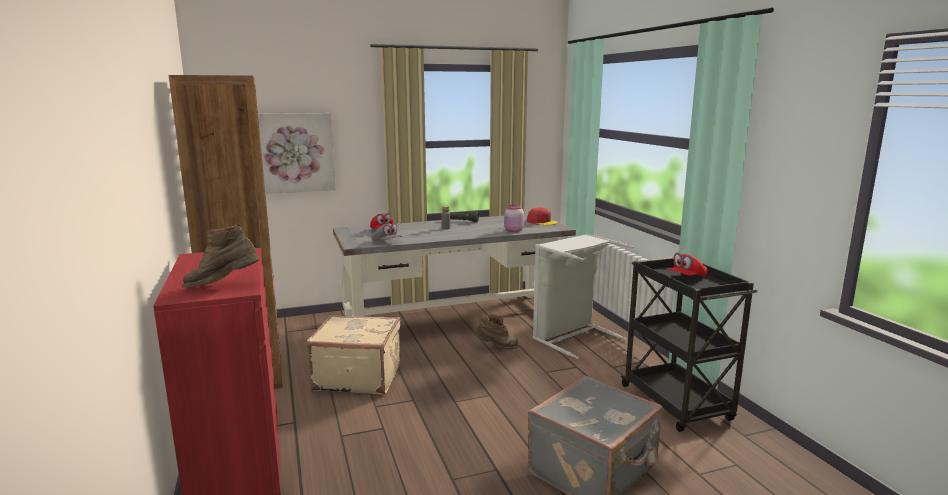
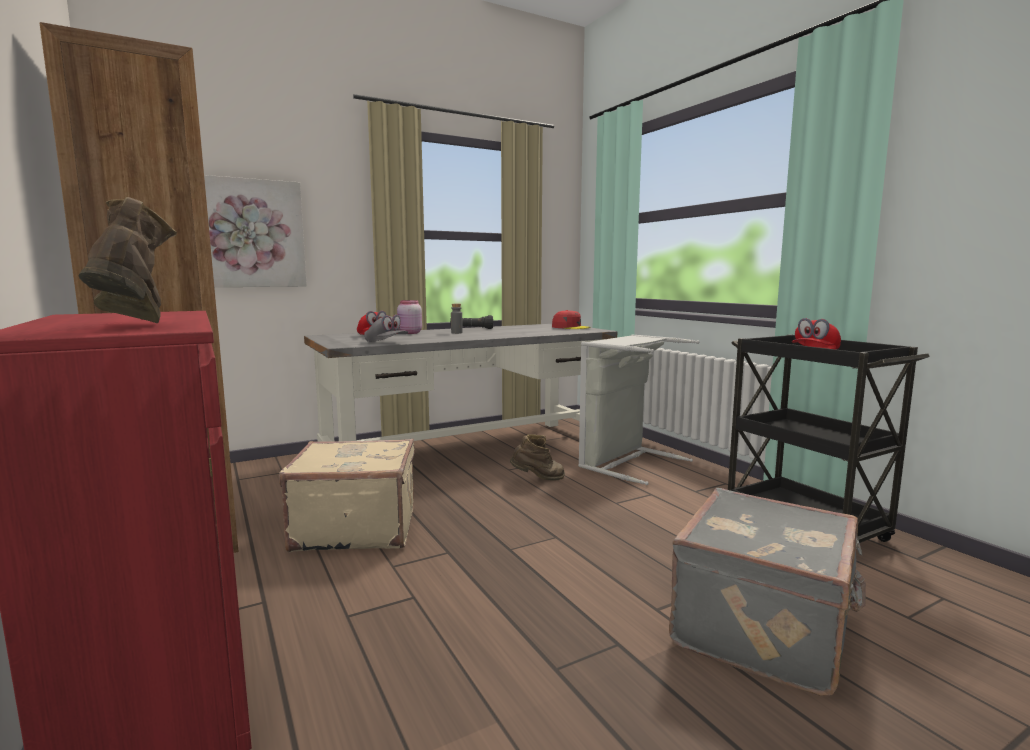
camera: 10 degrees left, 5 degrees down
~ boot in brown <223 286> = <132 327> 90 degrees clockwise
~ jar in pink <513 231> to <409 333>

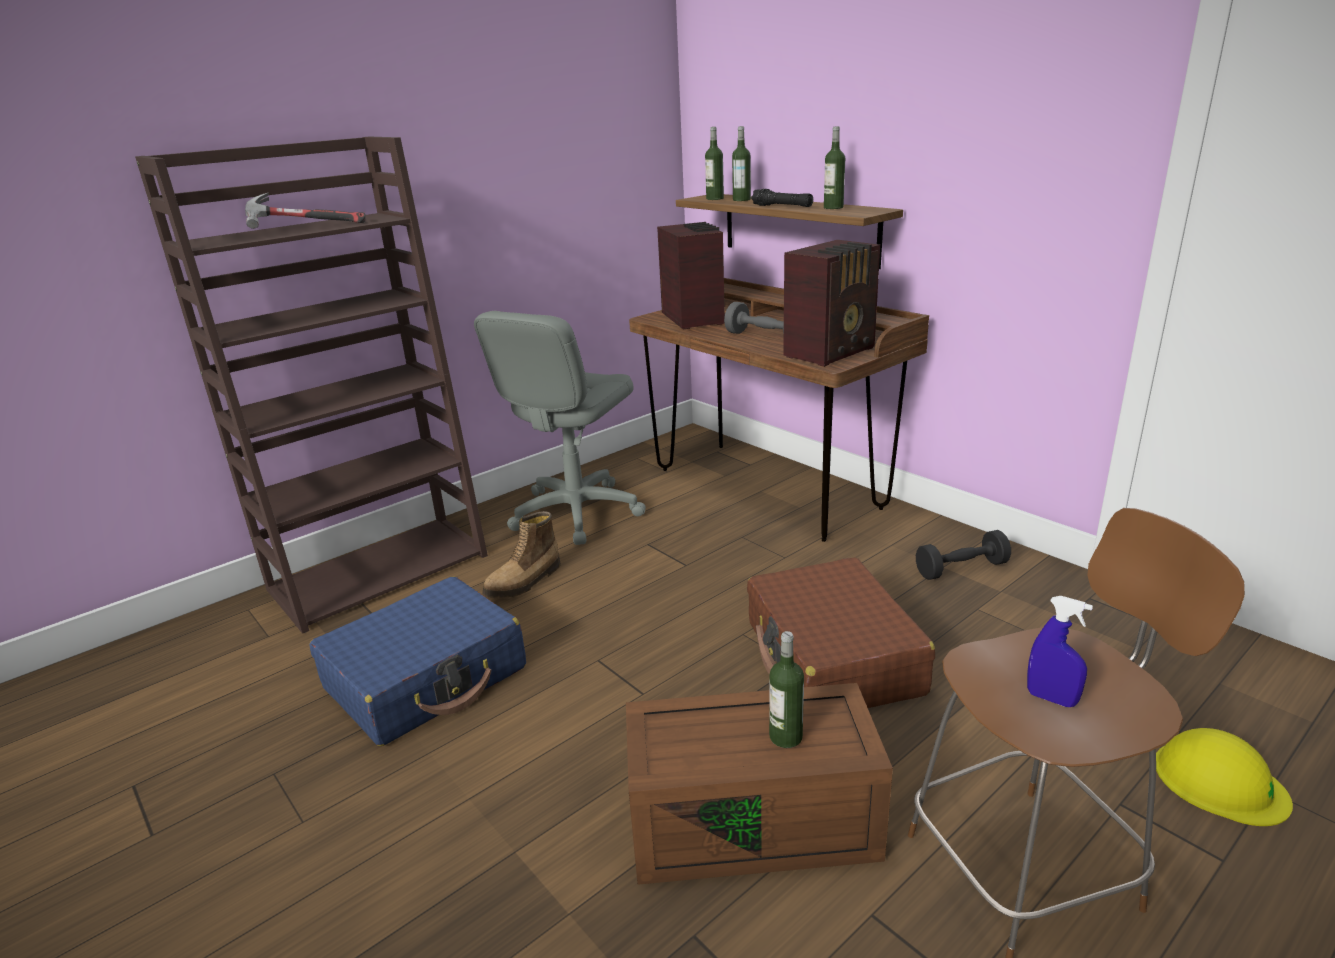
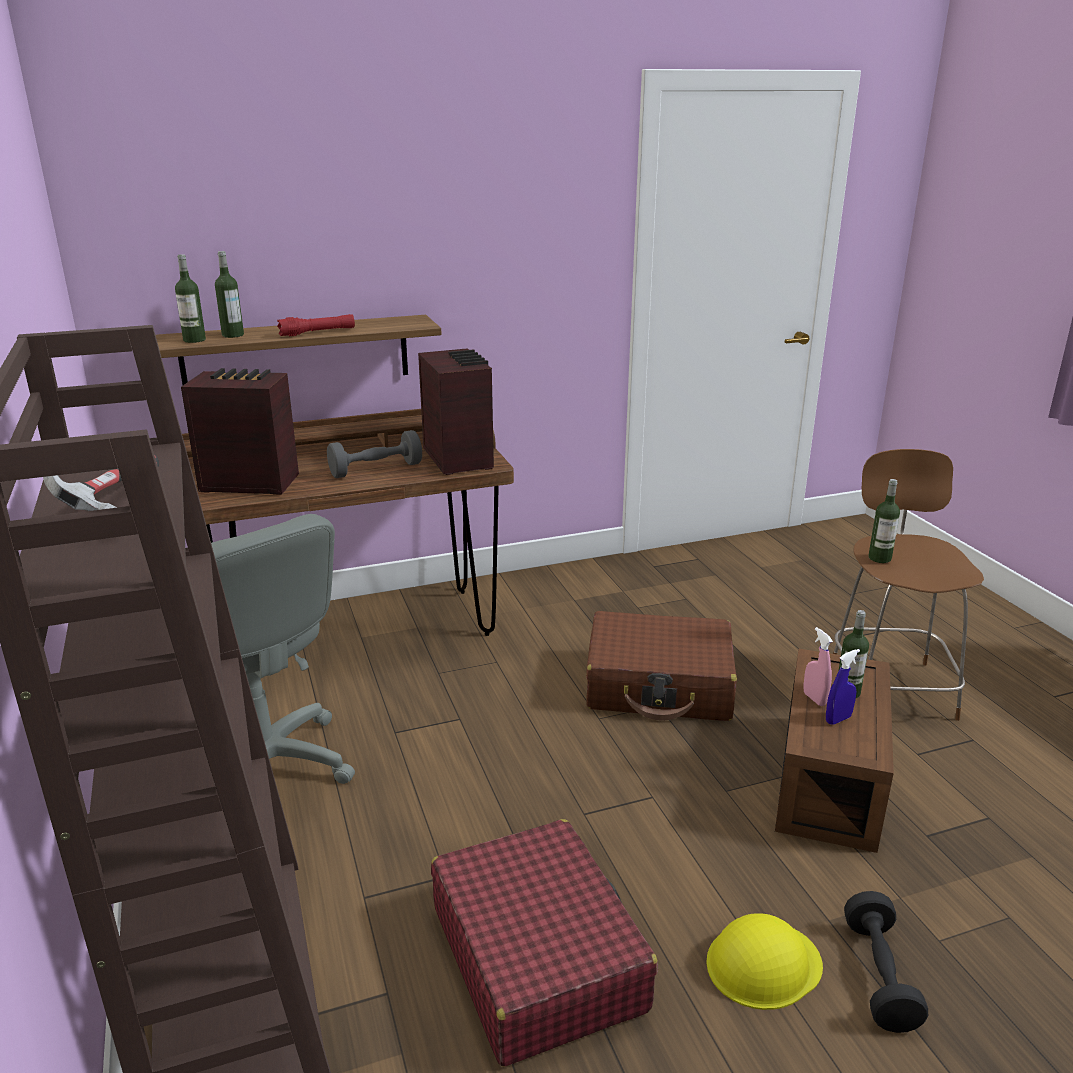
camera: 70 degrees left, 0 degrees up
~ flashlight in black <782 206> to flashlight in red <317 333>
~ suitcase in blue <427 678> to suitcase in red <537 957>
~ hard hat in yellow <1219 781> to <763 964>
+ spray bottle in pink <814 699>
~ spray bottle in blue <1051 698> to <838 719>
~ dumbbell in black <961 569> to <879 976>
~ bottle <833 207> to <879 558>
- boot <524 582>

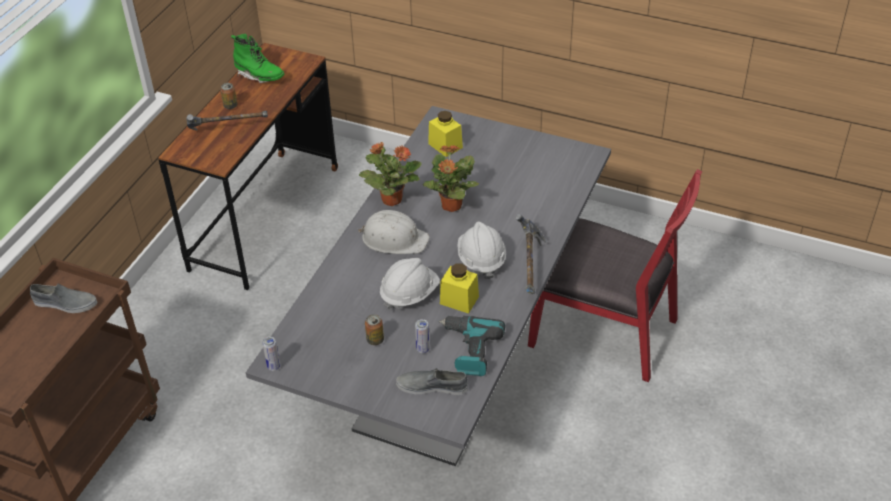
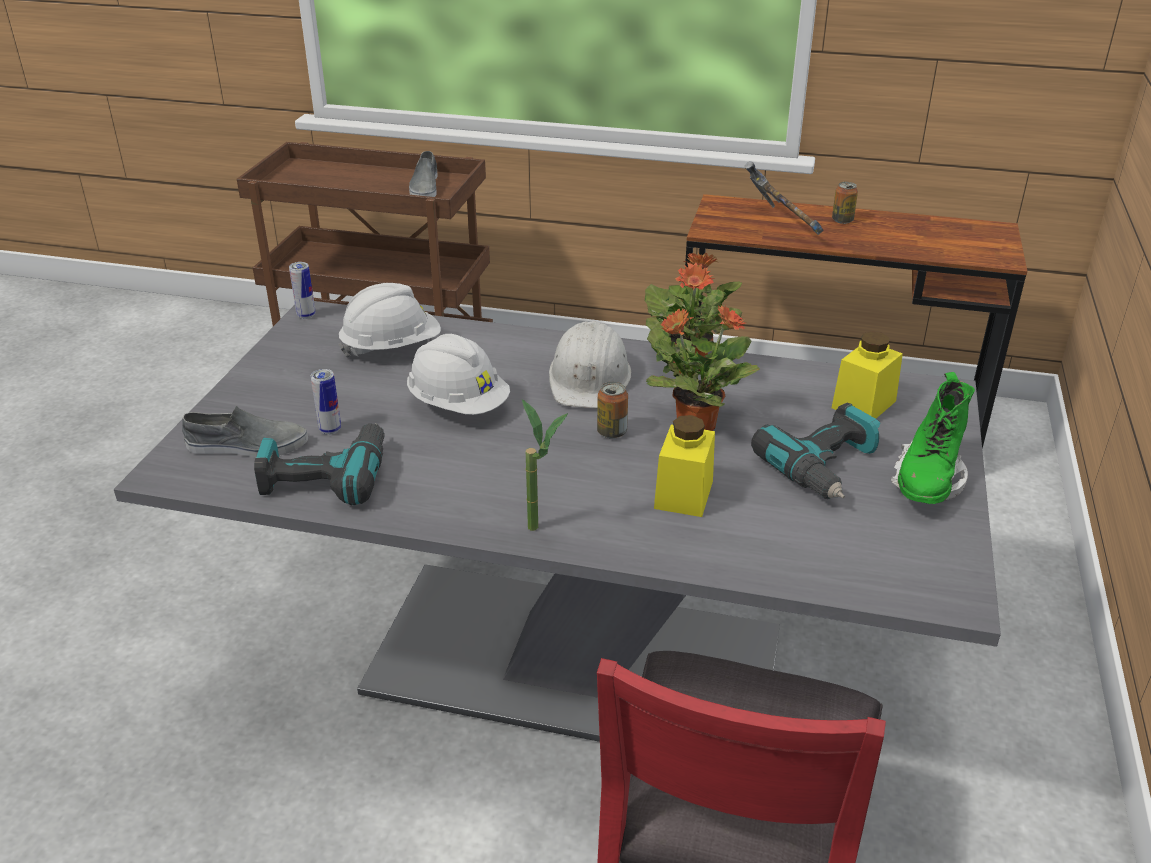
camera: 80 degrees right, 10 degrees down
~ shoe in grey <432 386> = <247 446> 90 degrees clockwise
~ hard hat in white <481 260> to <392 348>
~ hammer <529 268> to potted plant <543 530>
~ can <375 340> to <612 432>
~ jar in yellow <459 300> to <683 494>
+ power drill <825 467>
~ boot in green <259 76> to <927 482>

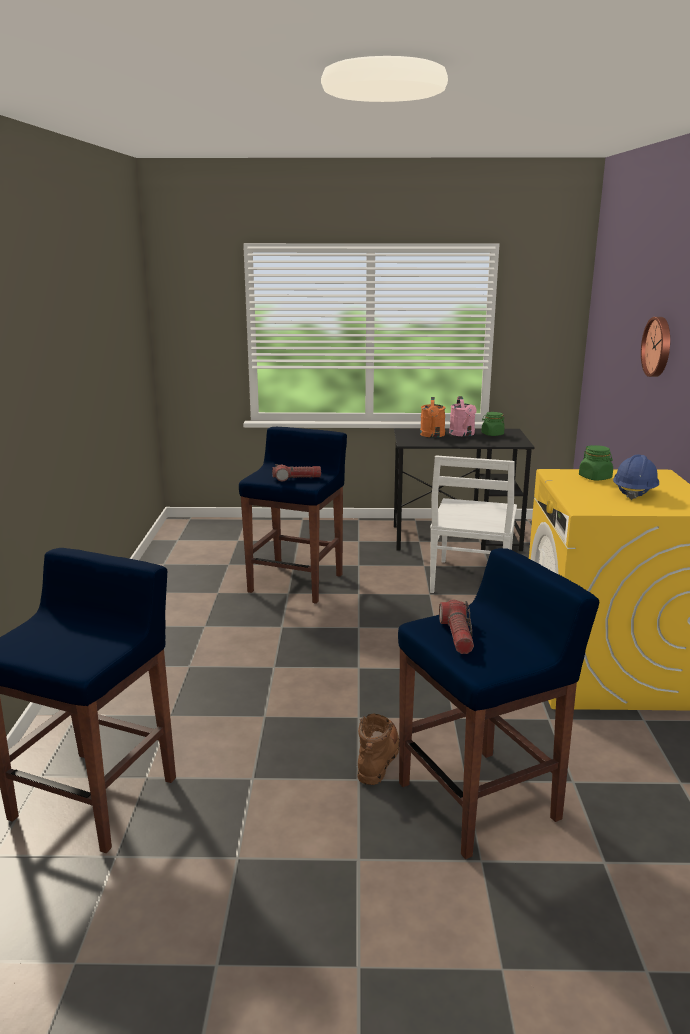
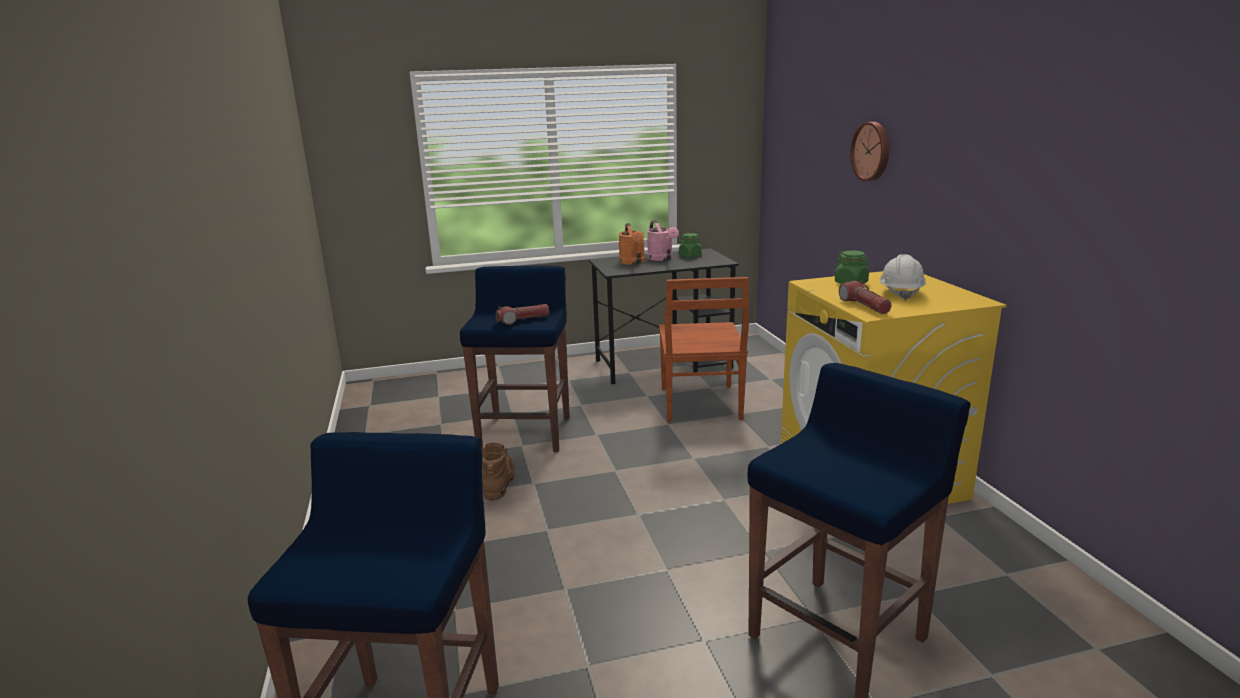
camera: 15 degrees left, 0 degrees up
~ boot in brown <378 758> to <499 482>
~ chair in white <470 581> to chair in brown <700 404>
~ flashlight <457 635> to <864 306>
~ hard hat in blue <634 492> to hard hat in white <900 293>

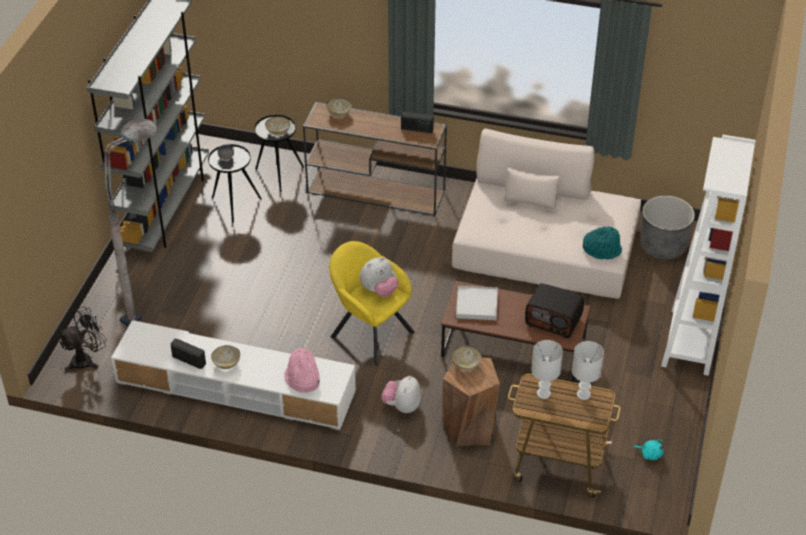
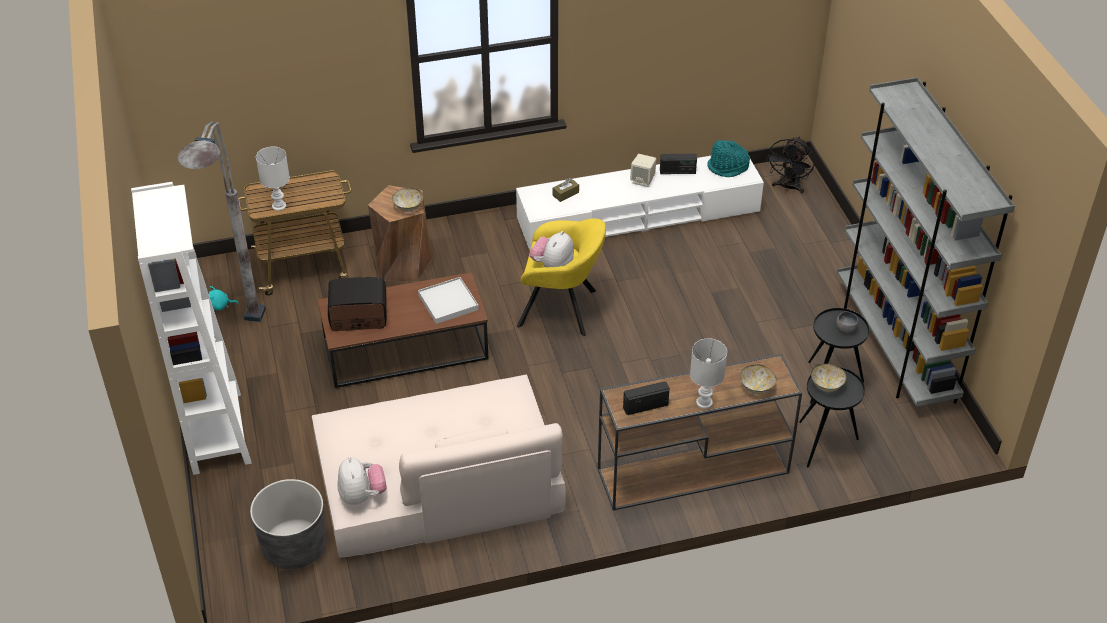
camera: 150 degrees right, 0 degrees up
~ floor lamp in grey <155 302> to <243 341>
~ plush toy <402 406> to <362 496>
~ hat in pink <302 379> to tissue box in brown <565 194>
~ bowl <226 364> to speaker in beige <643 180>
~ table lamp in white <543 393> to <704 403>
~ hat in turquoise <602 249> to <728 167>

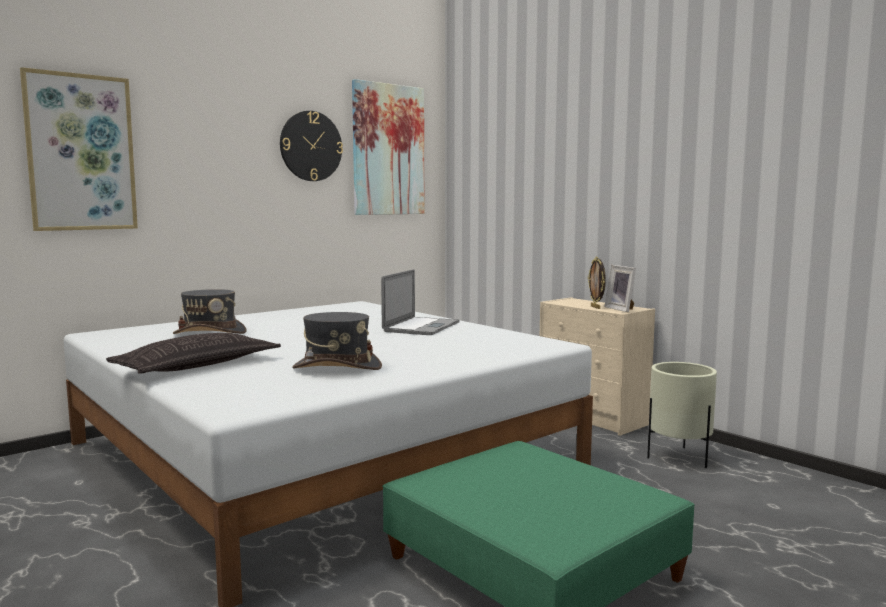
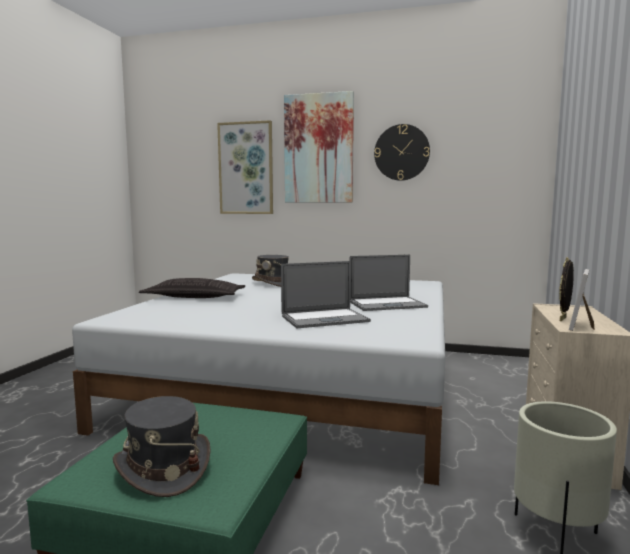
camera: 55 degrees right, 0 degrees up
~ hat in grey <337 367> to <163 468>
+ laptop <325 319>
~ picture <388 150> to <318 149>

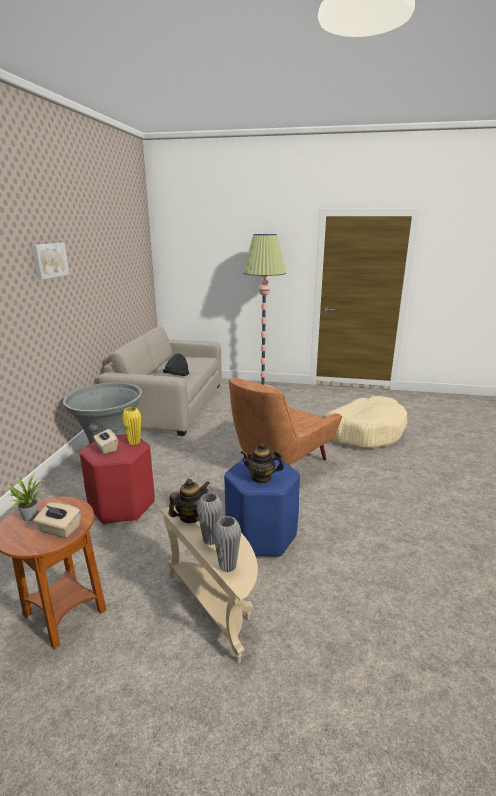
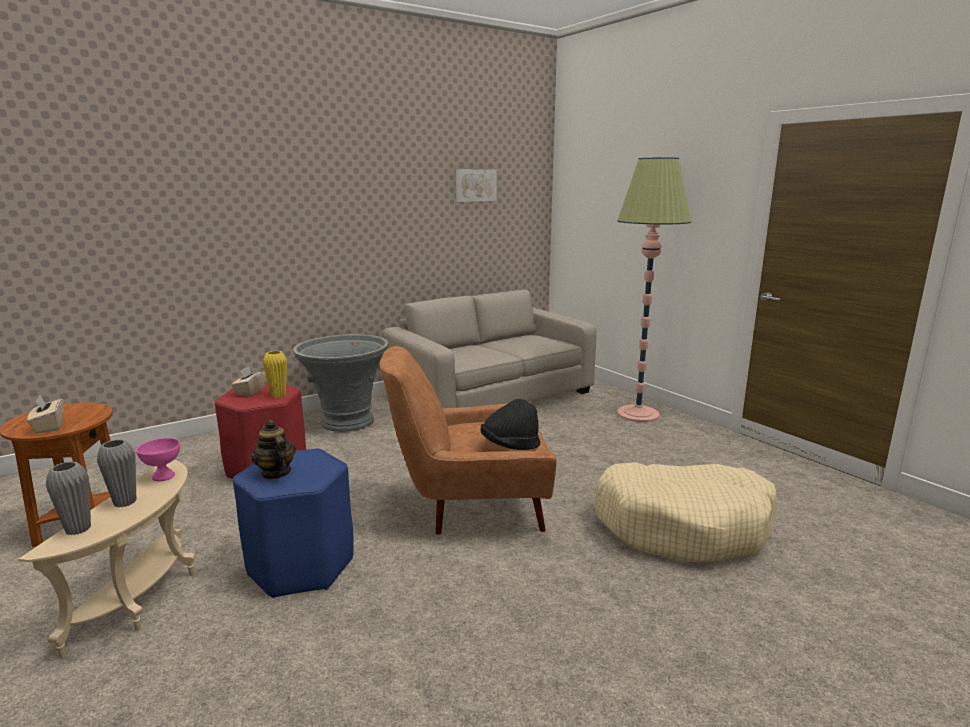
camera: 45 degrees right, 5 degrees down
~ teapot <190 517> to bowl in pink <163 476>
~ picture <49 260> to <475 185>
~ hat in black <176 376> to <510 446>
- potted plant <30 515>

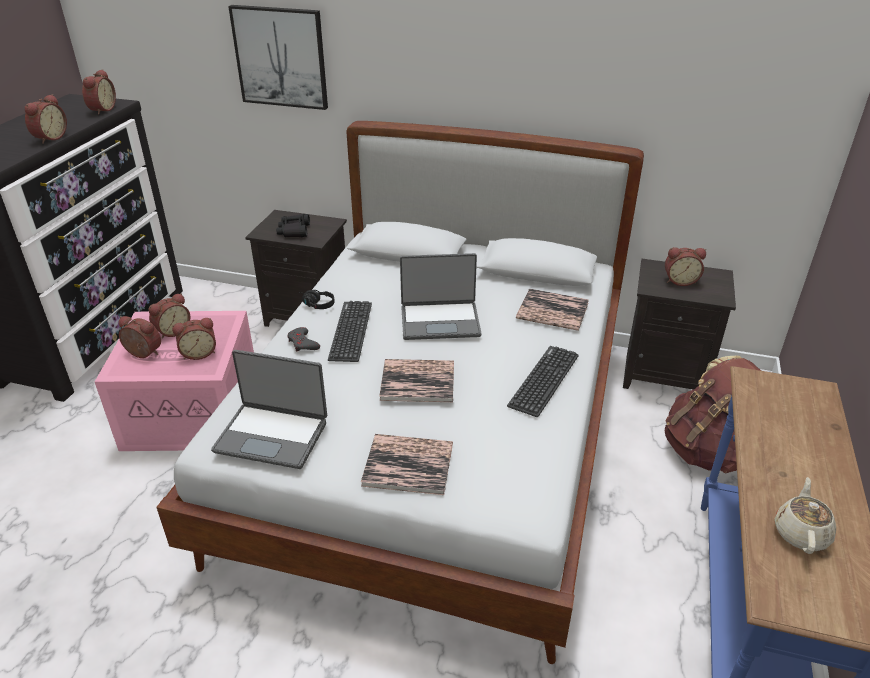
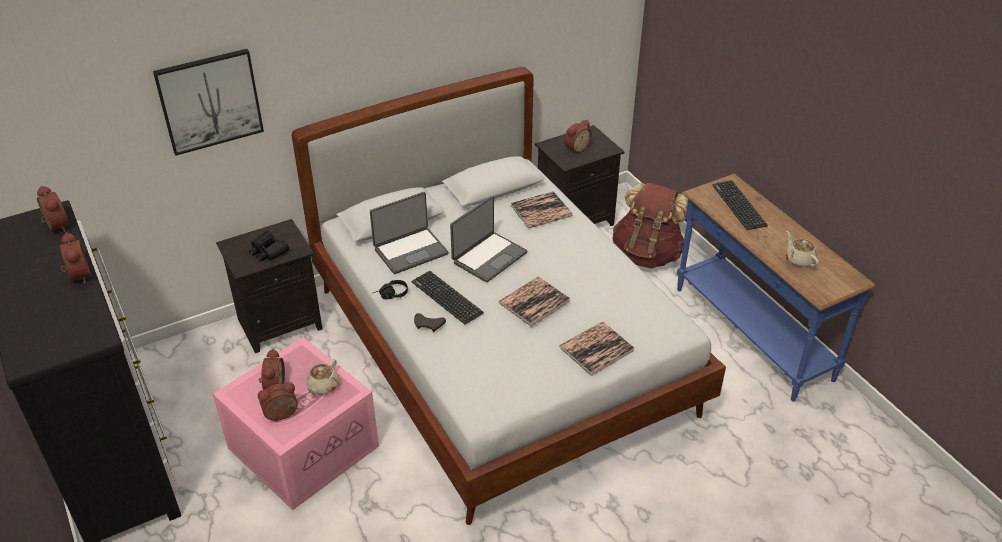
camera: 45 degrees left, 5 degrees up
~ alarm clock <199 353> to teapot in beige <323 386>
~ laptop <272 435> to <410 251>
~ keyboard <544 380> to <739 205>

